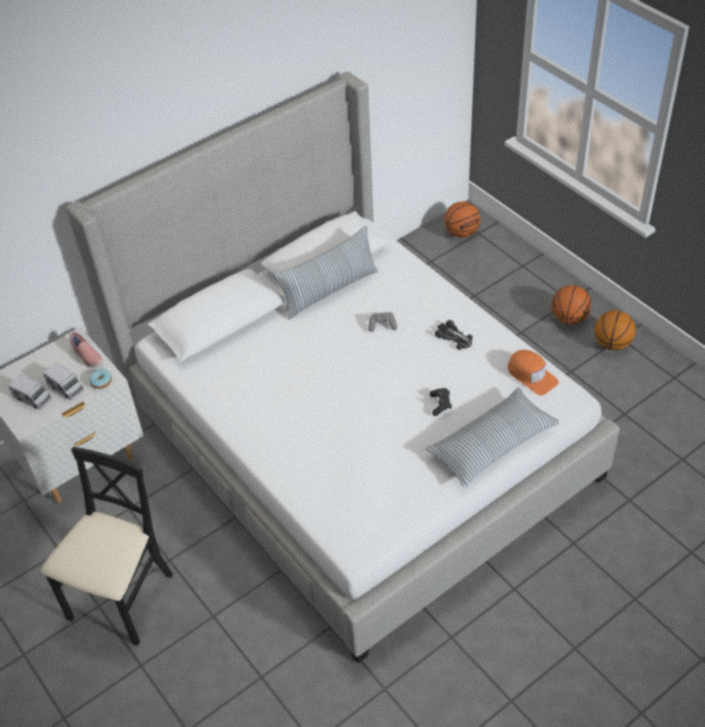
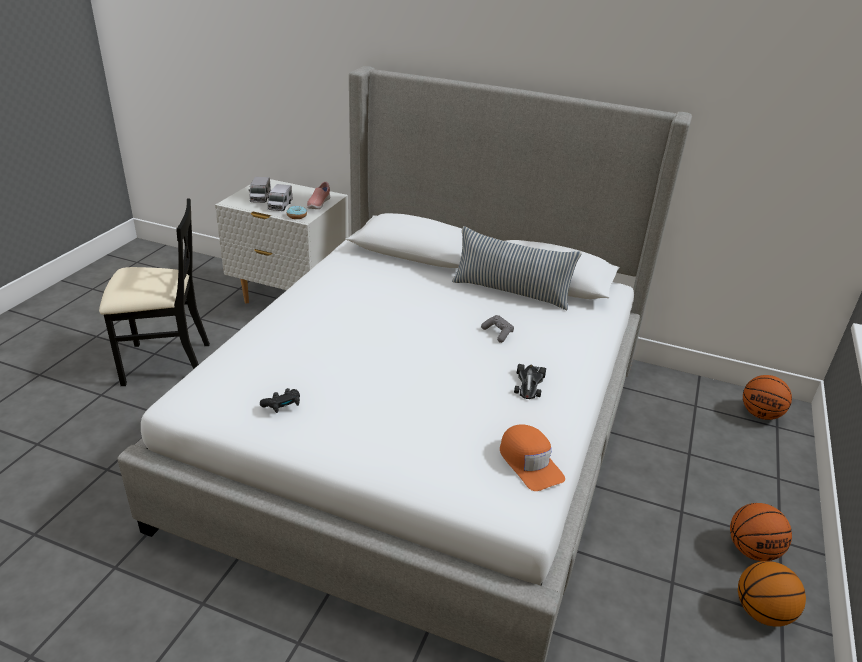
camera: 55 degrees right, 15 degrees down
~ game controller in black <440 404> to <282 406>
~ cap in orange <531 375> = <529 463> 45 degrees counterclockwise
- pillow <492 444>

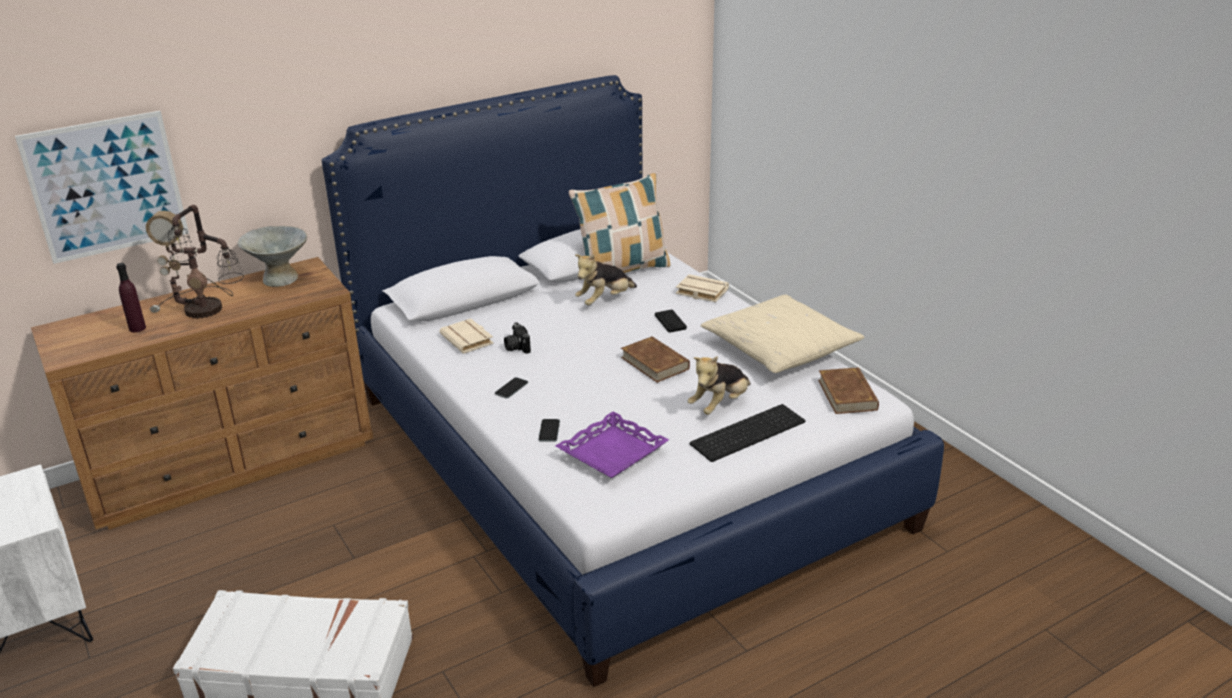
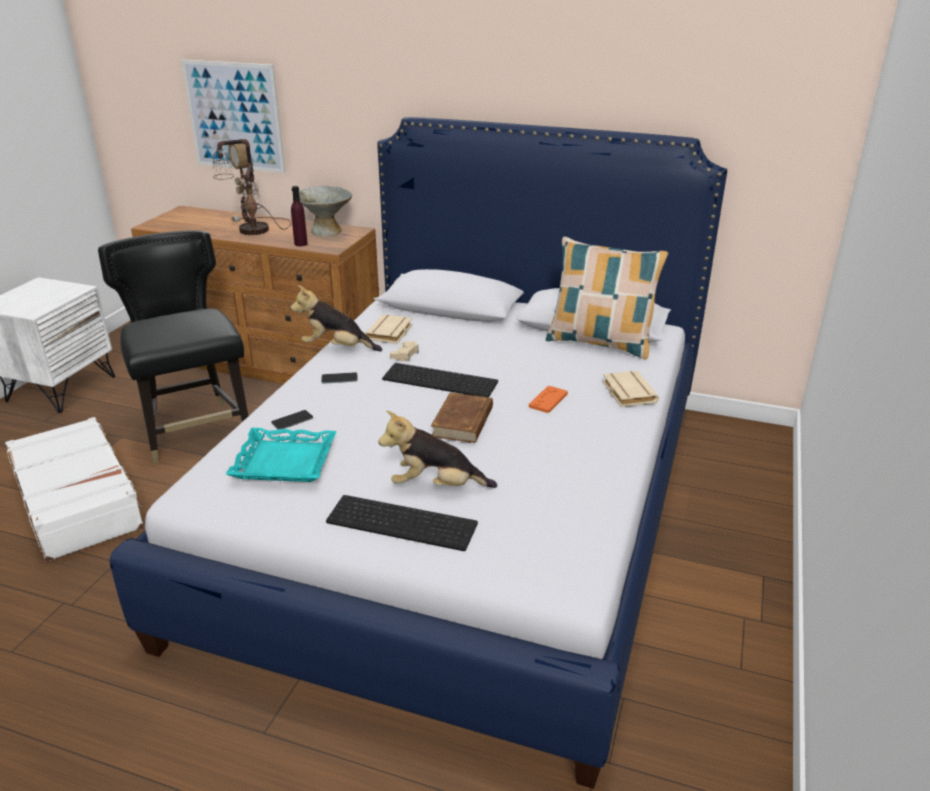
camera: 50 degrees right, 0 degrees up
+ chair in black <196 431>
~ tray in purple <612 451> to tray in turquoise <285 461>
~ bottle in purple <137 328> to <301 244>
~ plush toy <605 300> to <337 348>
+ keyboard <441 380>
~ photo camera <516 347> to game controller in beige <405 354>
~ game controller in black <670 322> to game controller in orange <548 400>
- pillow in beige <780 348>
- book in brown <847 394>

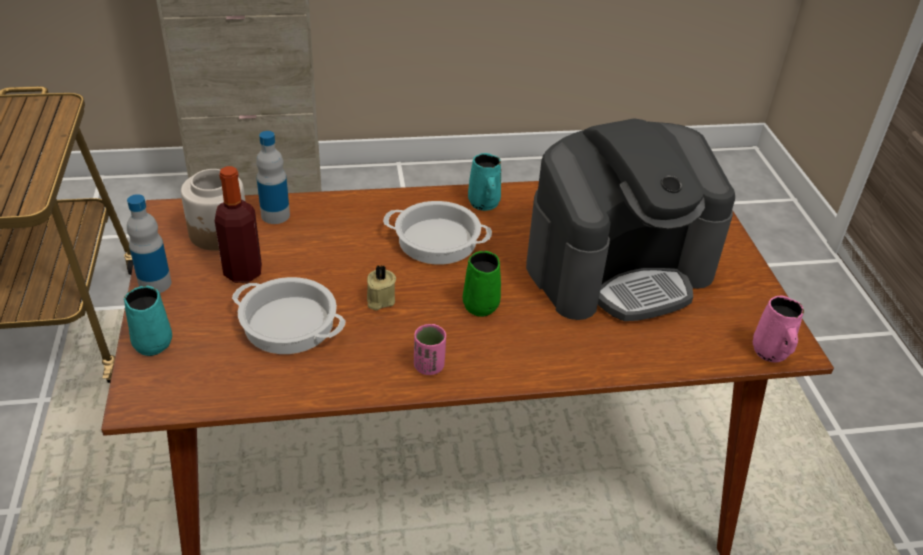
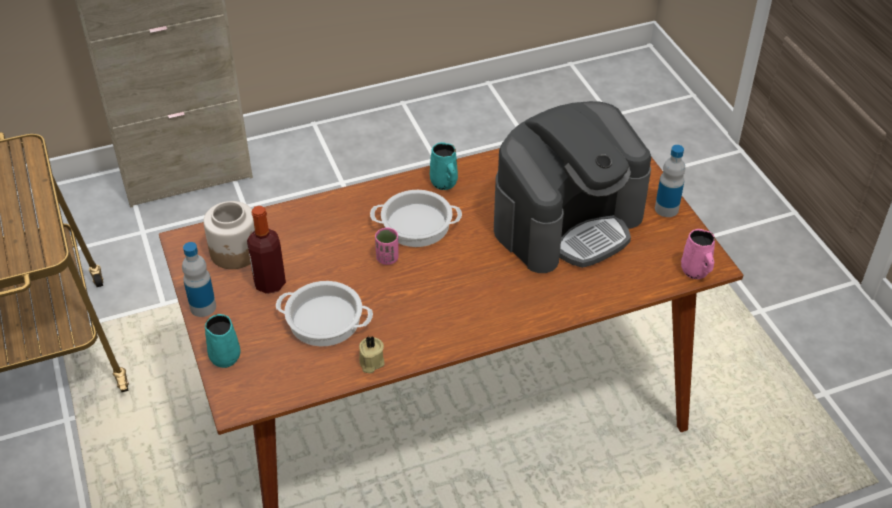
camera: 10 degrees left, 5 degrees up
~ candle in beige <379 300> to <370 362>
~ cup in pink <429 366> to <387 258>
~ bottle <275 215> to <666 209>
- mug in green <481 304>

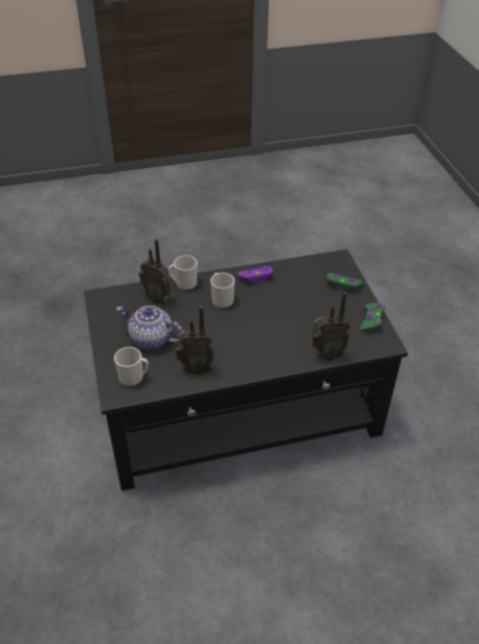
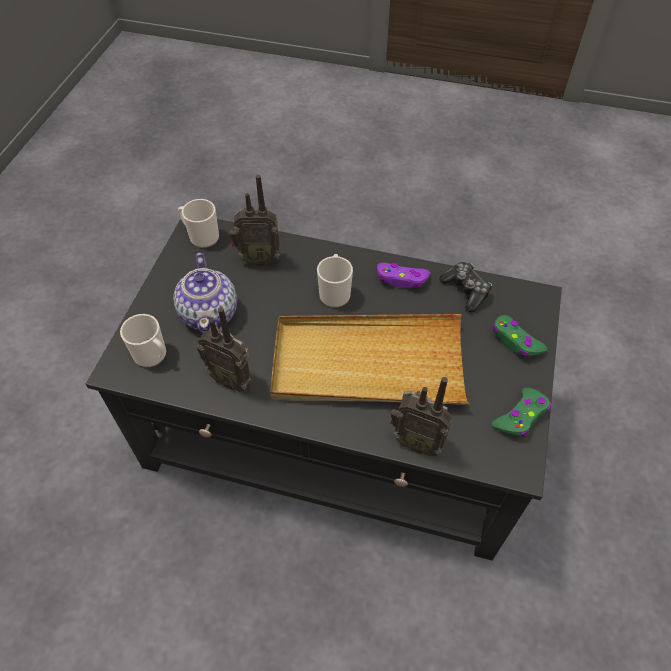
camera: 30 degrees right, 10 degrees up
~ teapot <151 340> = <210 313> 150 degrees counterclockwise
~ mug <183 283> to <201 236>
~ radio <158 299> = <258 259> 60 degrees counterclockwise
+ tray in beige <368 364>
+ game controller <466 290>

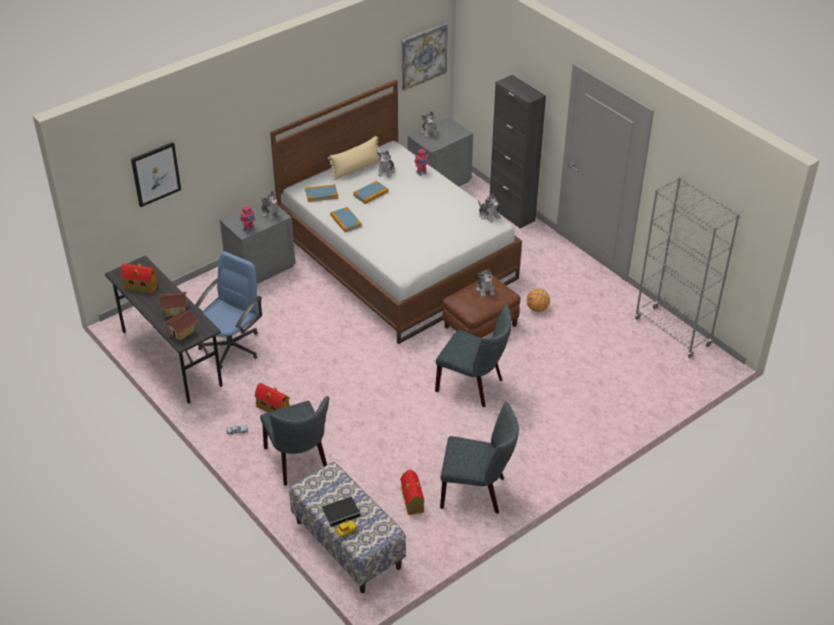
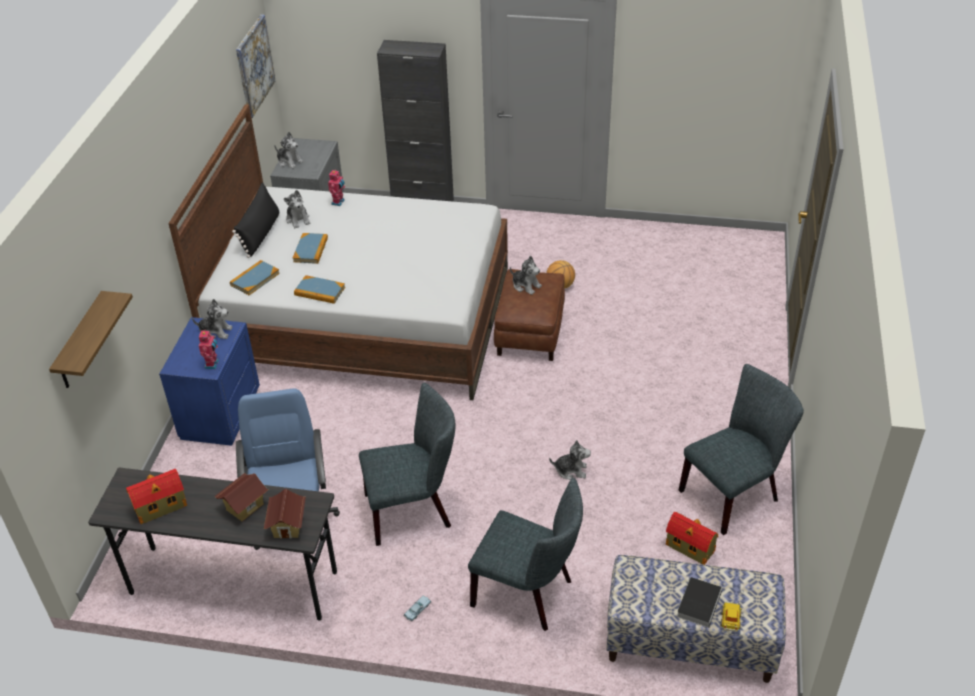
camera: 40 degrees left, 0 degrees up
~ picture <155 174> to shelf <81 343>
~ nightstand in grey <260 267> to nightstand in blue <219 414>
~ pillow in beige <356 169> to pillow in black <260 233>
~ chair in grey <473 386> to <413 510>
~ plush toy <488 215> to <571 470>
- toy house <272 408>
- bookcase in grey <672 332>

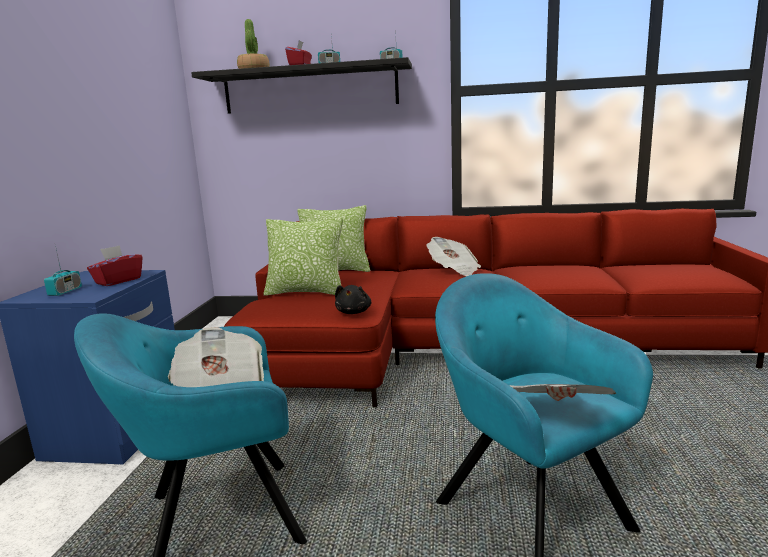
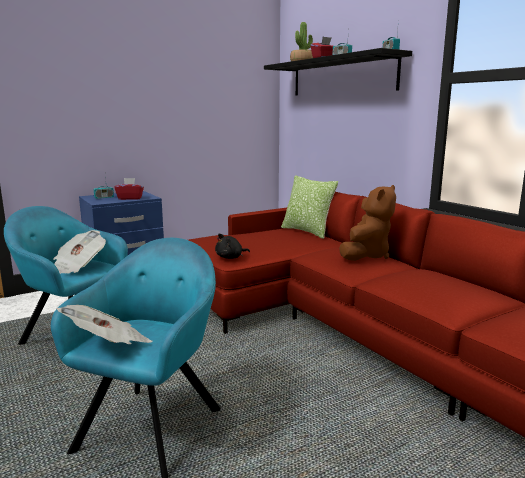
camera: 50 degrees right, 0 degrees up
~ newspaper <454 270> to plush toy in brown <366 255>
- pillow <306 292>

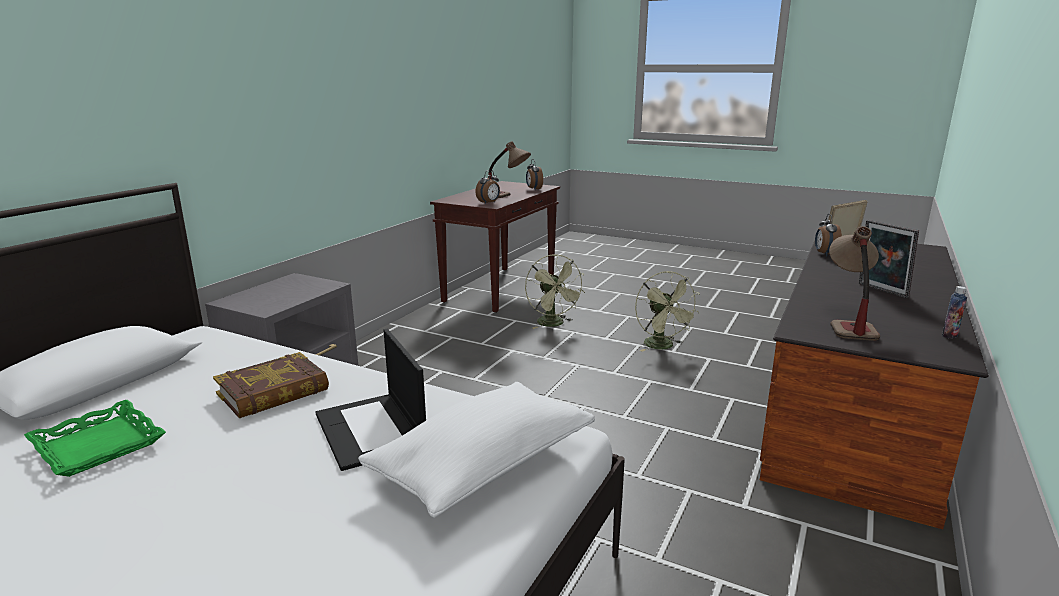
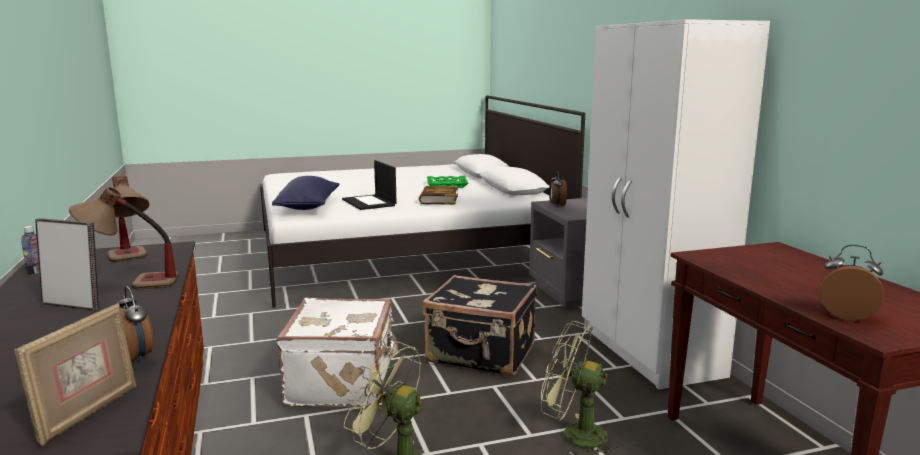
camera: 135 degrees right, 5 degrees down
~ table lamp <508 197> to <130 284>
~ pillow in white <483 466> to pillow in blue <308 207>
+ suitcase in white <343 382>
~ laptop <371 430> = <370 202> 135 degrees counterclockwise
+ suitcase in black <481 354>
~ alarm clock <489 203> to <557 205>
+ wardrobe in white <649 352>

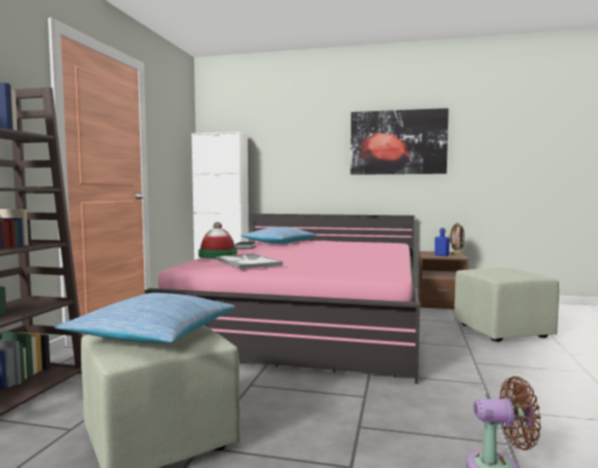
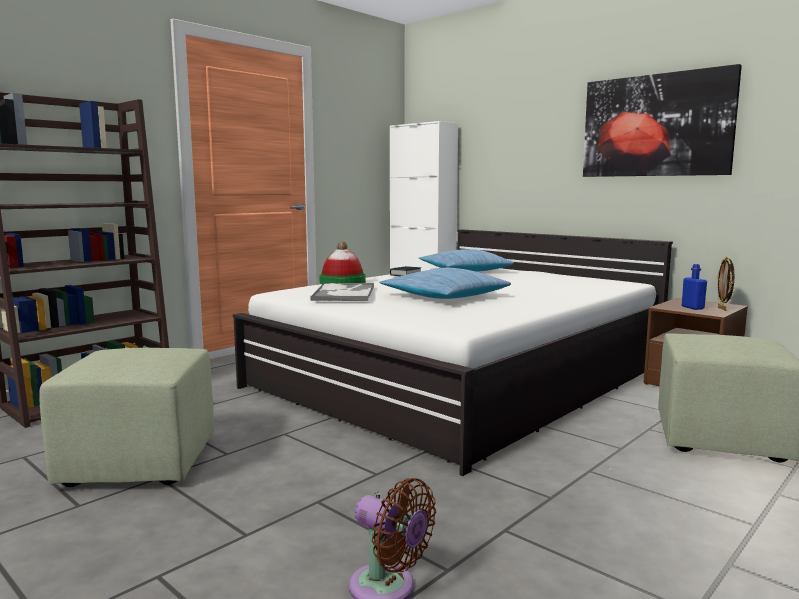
camera: 30 degrees right, 5 degrees up
~ bed in pink <310 320> to bed in white <462 377>
~ pillow <153 334> to <444 297>

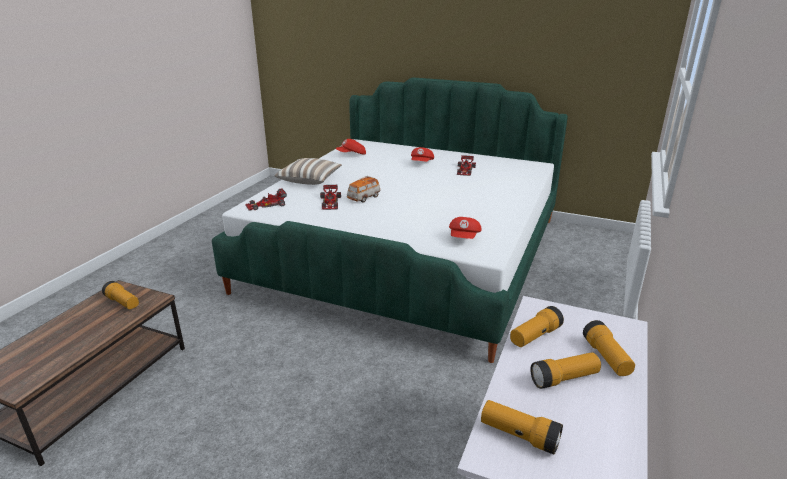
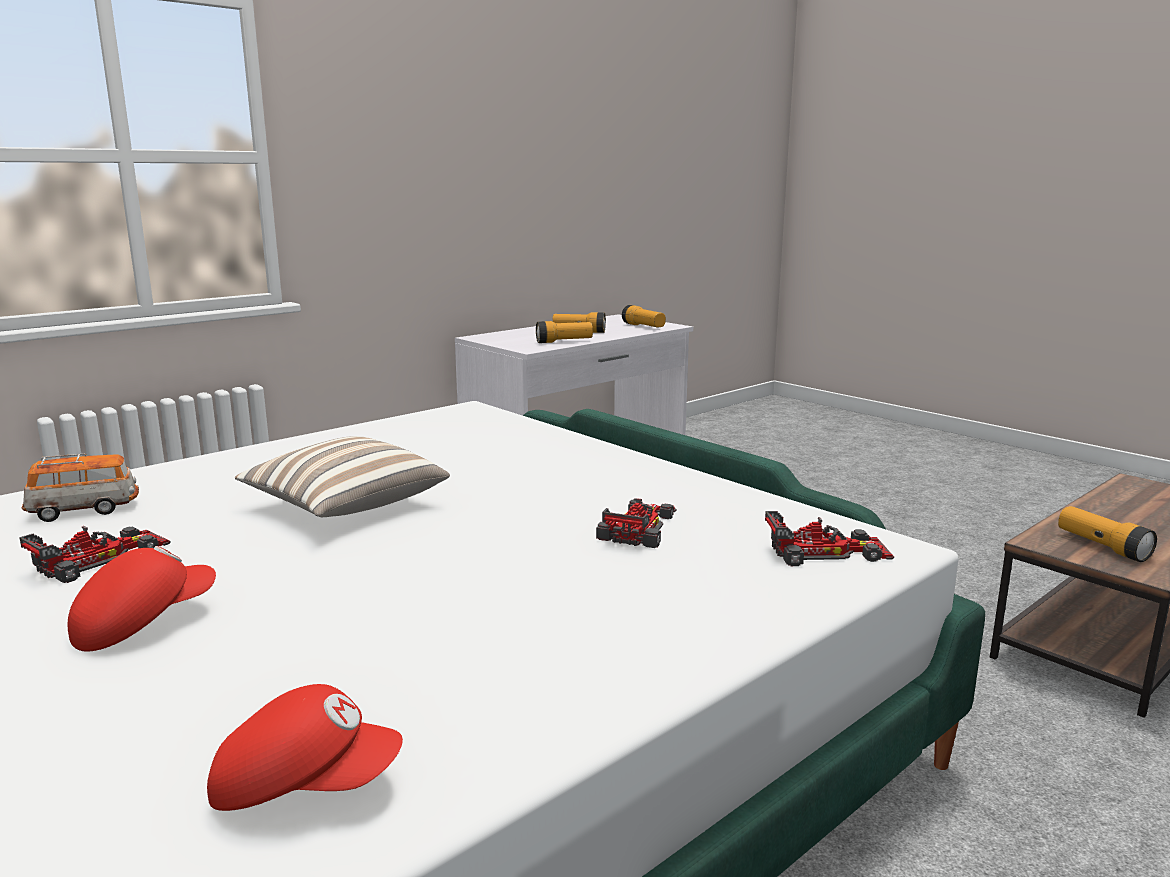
camera: 155 degrees left, 10 degrees down
~ toy car <363 198> to <84 510>
~ pillow <310 180> to <344 506>
- cap in red <464 238>
- flashlight <606 358>

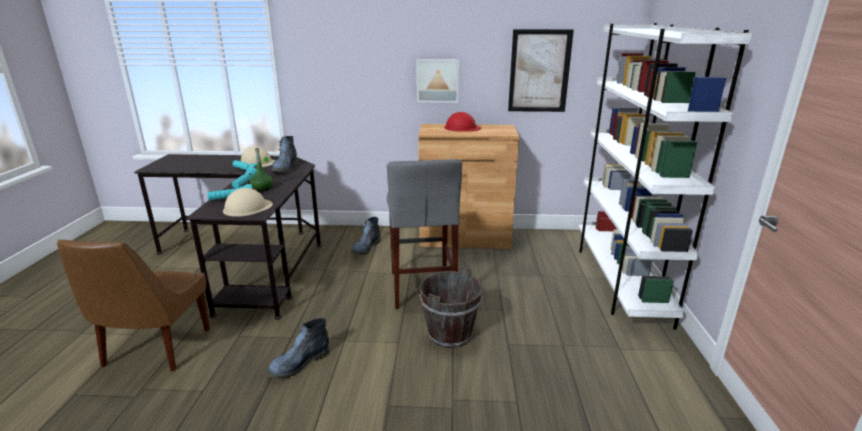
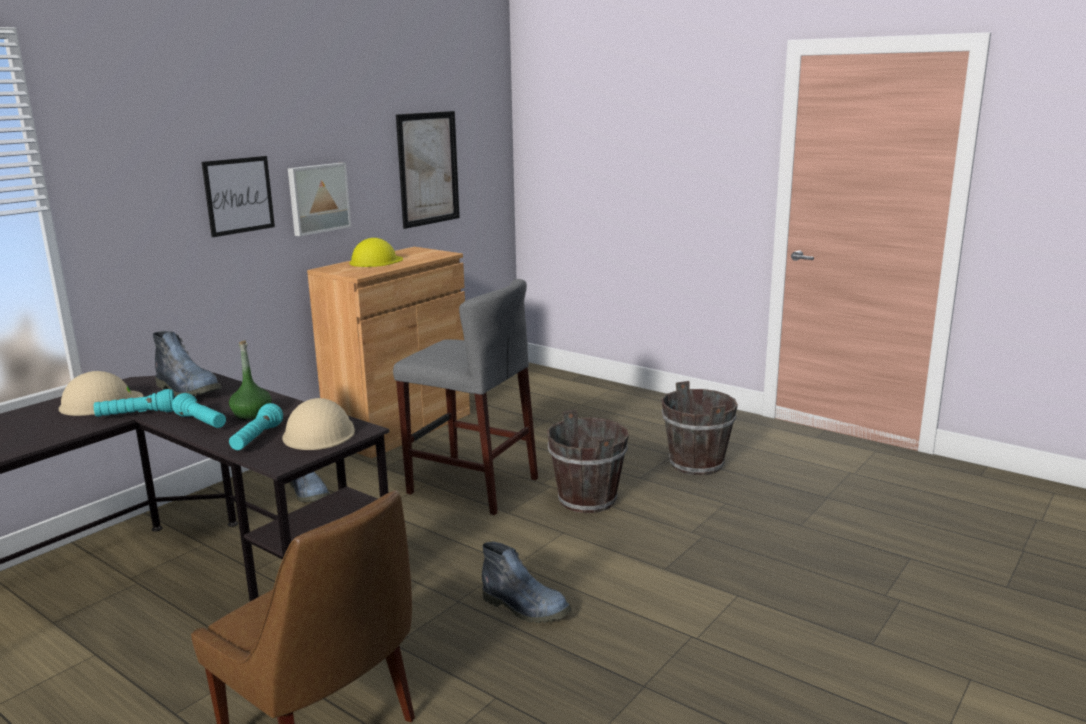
camera: 55 degrees left, 5 degrees down
+ picture <239 195>
~ hard hat in red <462 128> to hard hat in yellow <376 261>
~ boot <298 364> = <527 608> 45 degrees counterclockwise
+ bucket in brown <695 464>
- bookcase in white <619 280>

